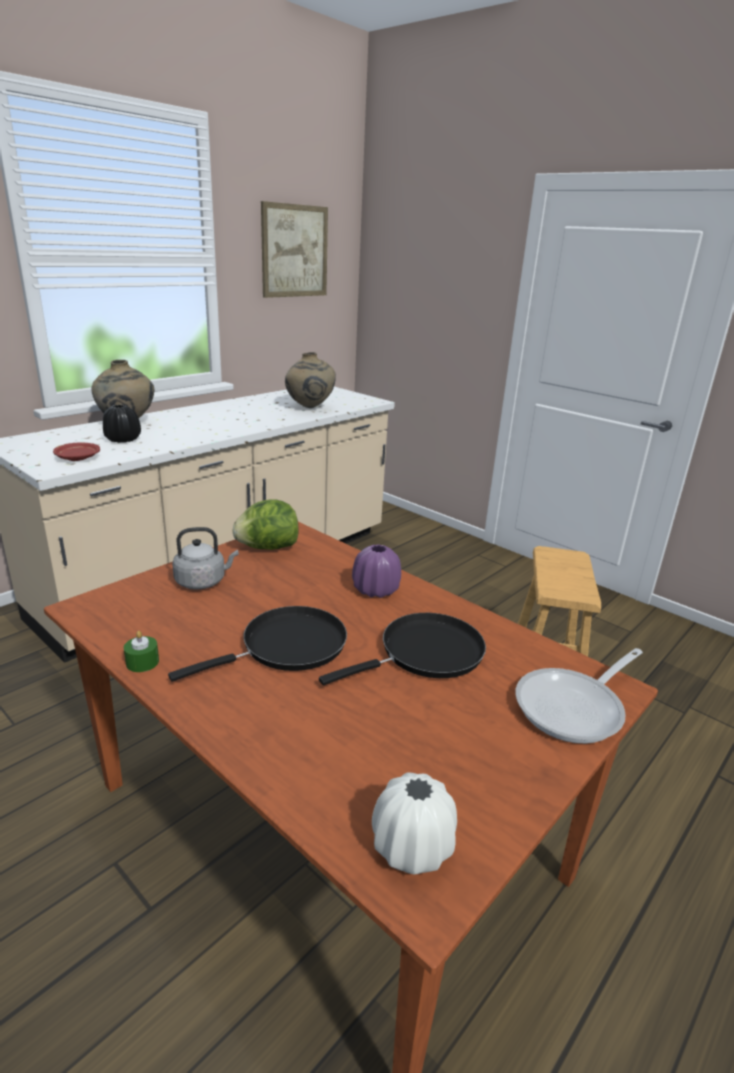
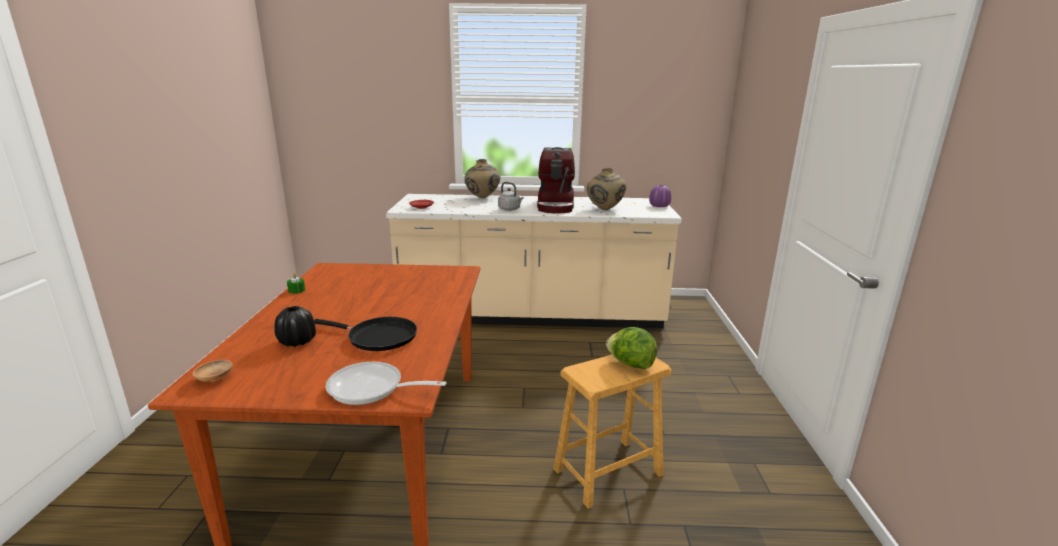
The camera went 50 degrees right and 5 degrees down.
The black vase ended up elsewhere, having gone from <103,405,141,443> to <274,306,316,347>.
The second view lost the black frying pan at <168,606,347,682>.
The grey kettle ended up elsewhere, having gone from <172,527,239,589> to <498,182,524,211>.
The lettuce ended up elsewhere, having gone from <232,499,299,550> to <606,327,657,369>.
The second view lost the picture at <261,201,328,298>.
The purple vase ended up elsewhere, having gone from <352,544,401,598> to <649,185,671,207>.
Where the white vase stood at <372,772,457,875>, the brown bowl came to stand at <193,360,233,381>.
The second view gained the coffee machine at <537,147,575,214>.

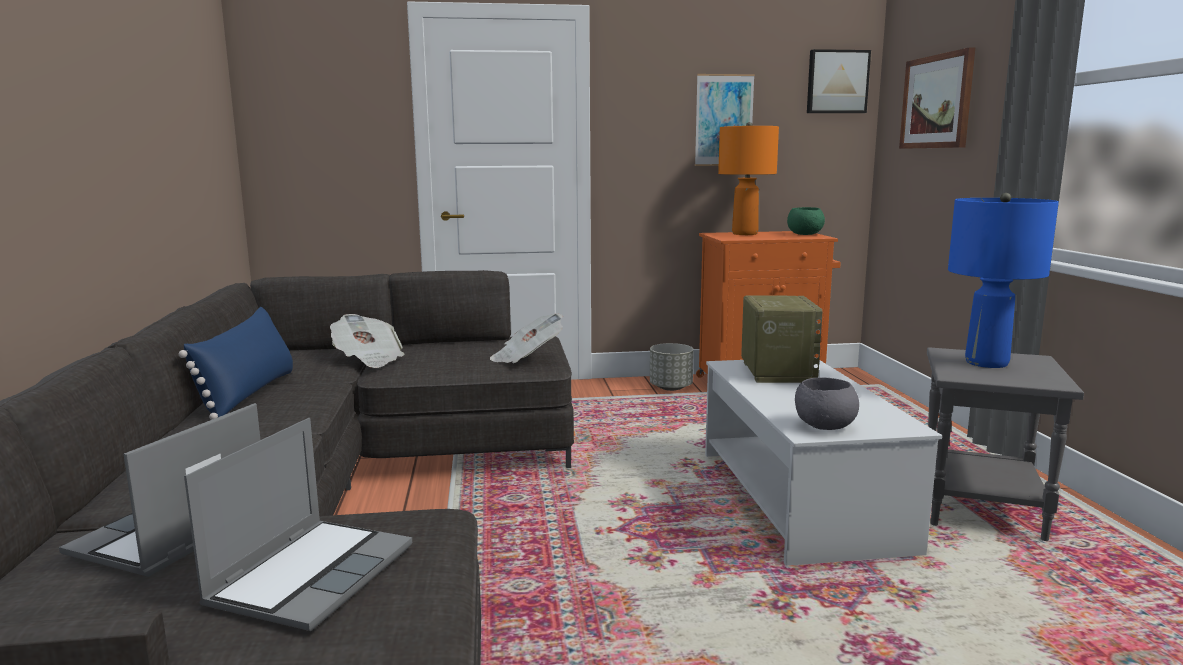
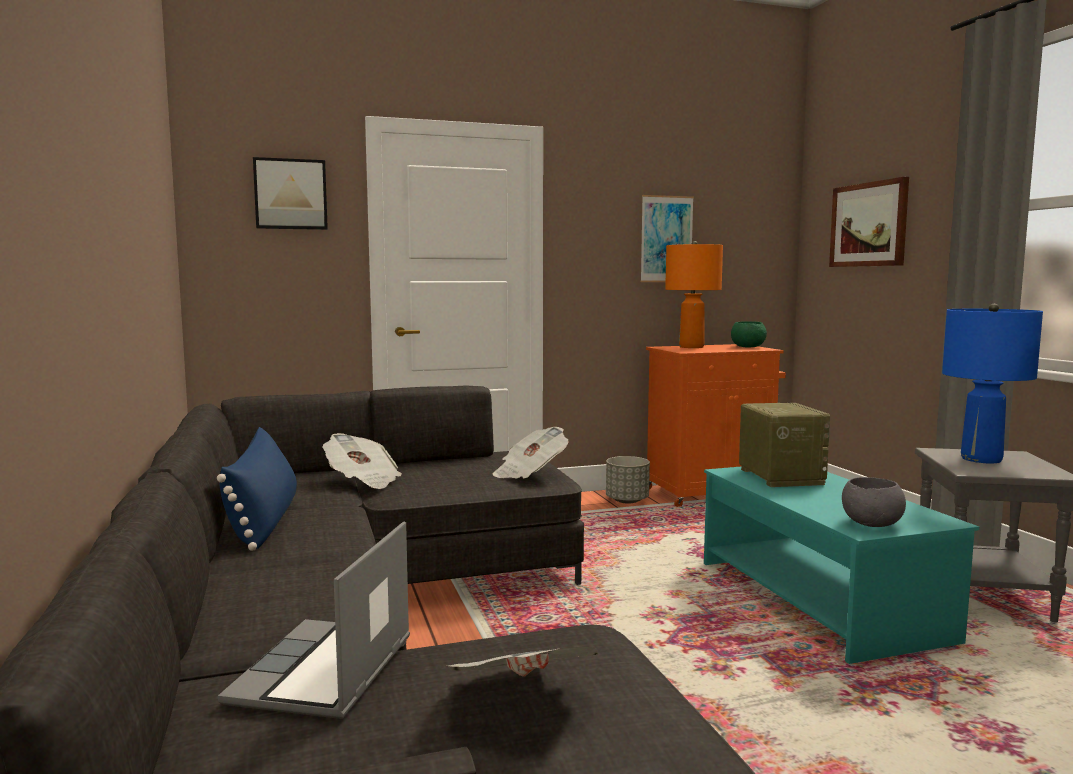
The camera went 10 degrees left and 5 degrees down.
Where the laptop stood at <184,418,412,631>, the newspaper came to stand at <448,647,599,677>.
What was the white coffee table at <705,357,942,566> turned into the turquoise coffee table at <704,467,979,664>.
The picture ended up elsewhere, having gone from <807,49,871,113> to <253,157,328,230>.

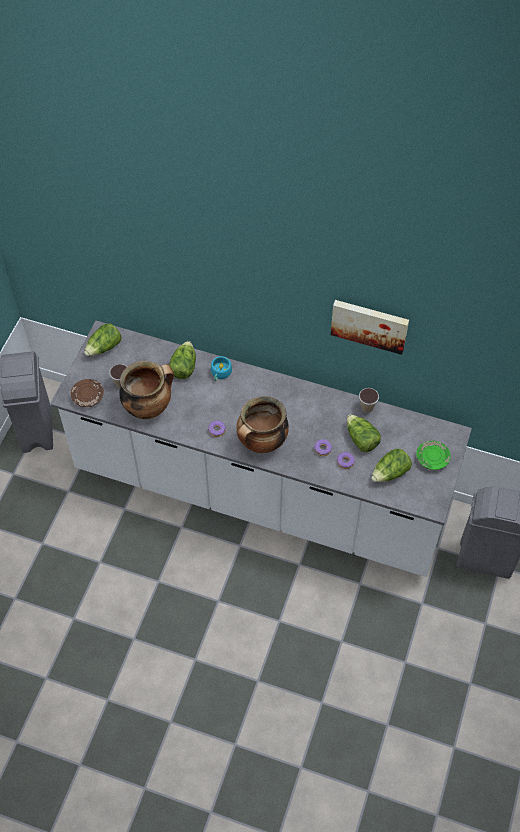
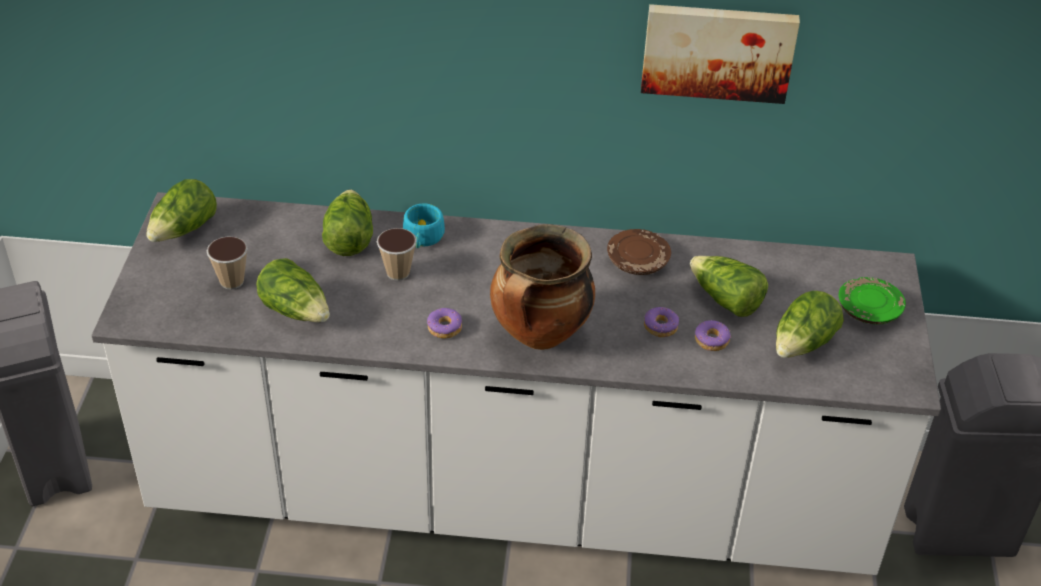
The camera went 15 degrees left and 15 degrees down.
The brown plate ended up elsewhere, having gone from <71,379,104,407> to <607,229,671,275>.
Where the cooking pot stood at <119,361,174,419>, the lettuce came to stand at <256,258,330,322>.
The cup ended up elsewhere, having gone from <359,388,379,413> to <377,228,417,281>.

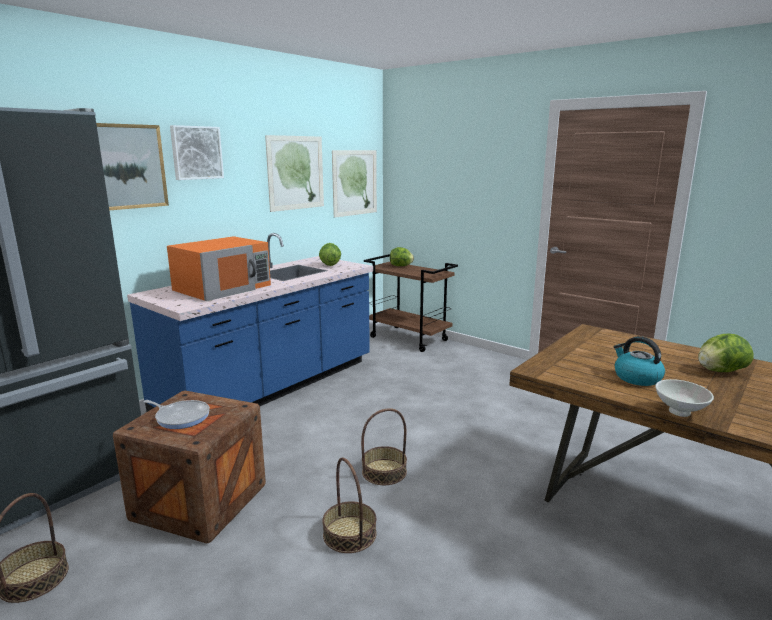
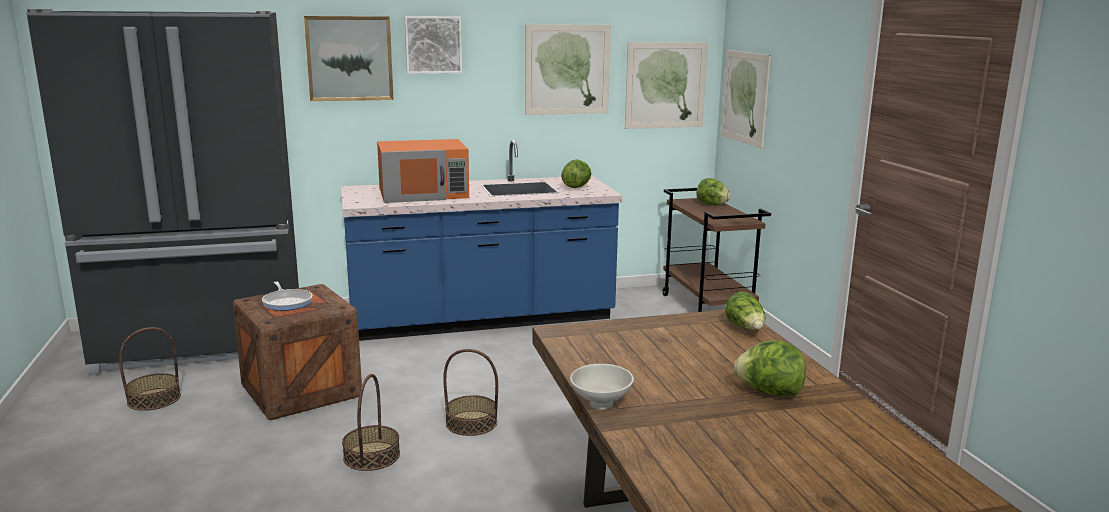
The camera went 35 degrees right and 0 degrees up.
The second view lost the kettle at <614,336,665,386>.
The second view gained the picture at <721,50,771,149>.
The second view gained the lettuce at <725,292,766,330>.

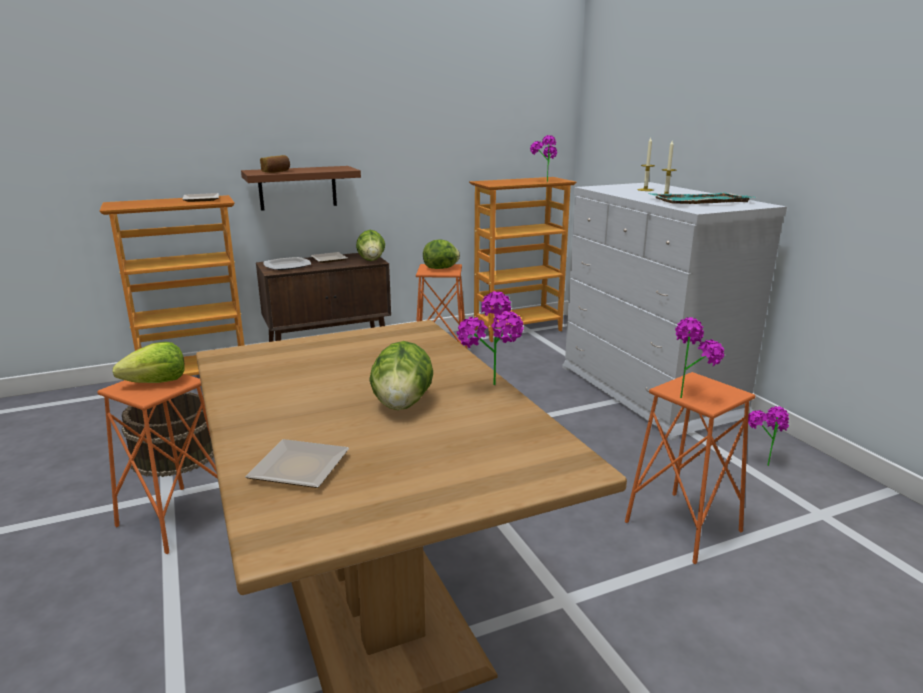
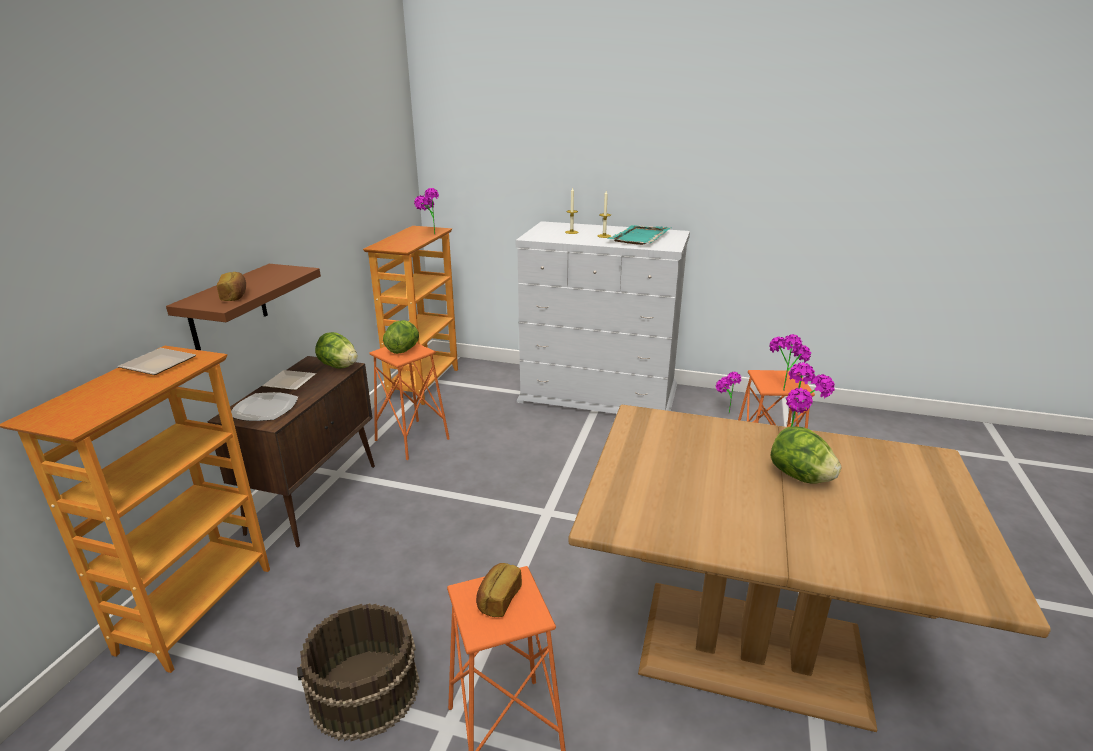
The camera went 50 degrees left and 5 degrees up.
Where the lettuce stood at <113,342,185,383>, the bread came to stand at <476,563,522,617>.
The second view lost the plate at <245,439,349,488>.

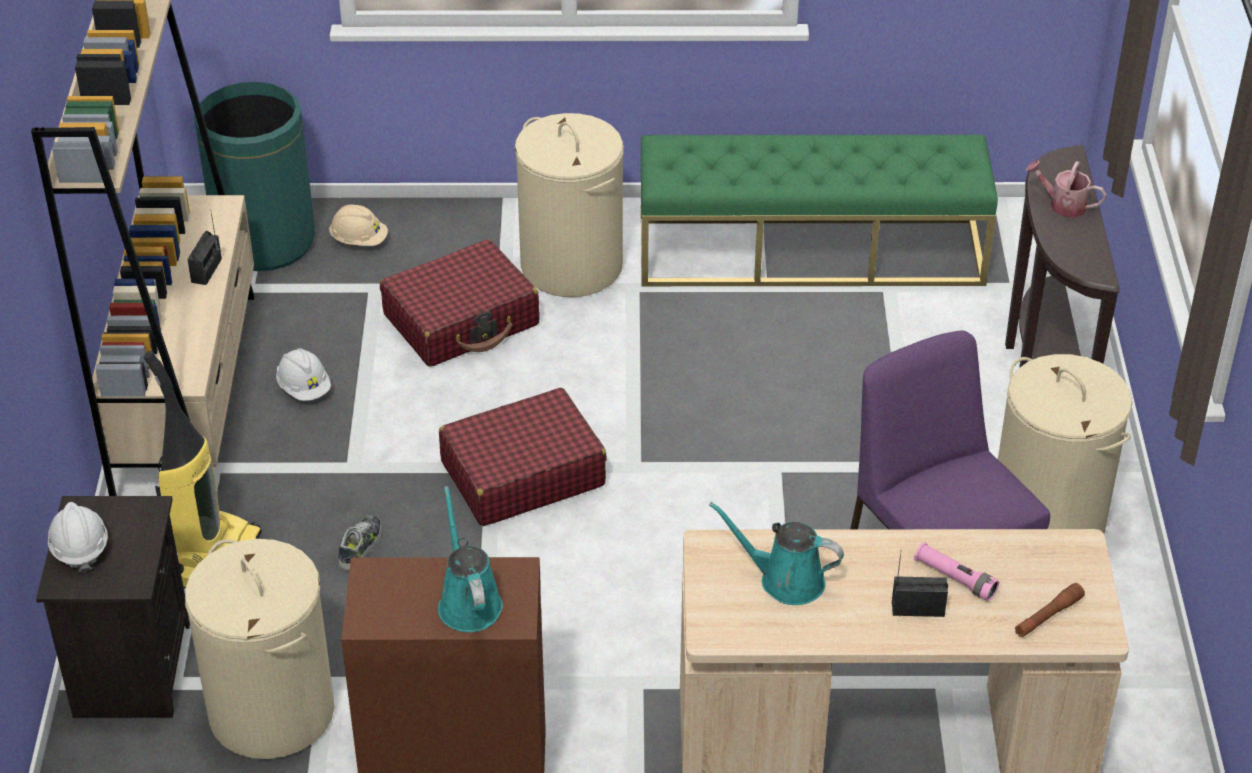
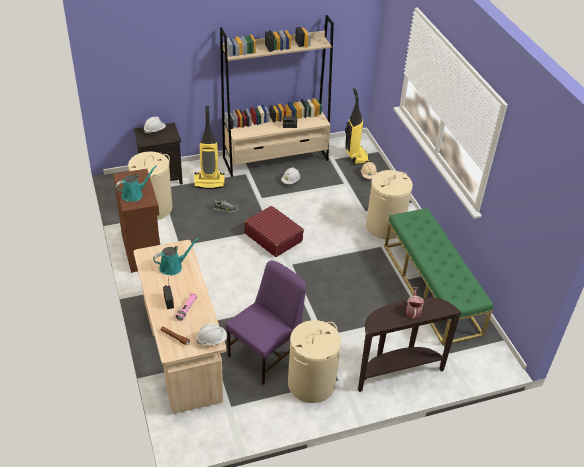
The camera went 70 degrees right and 0 degrees up.
Where the green trash can stood at <194,82,315,271>, the vacuum cleaner came to stand at <345,88,369,164>.
The second view lost the red suitcase at <380,239,540,367>.
The turquoise watering can at <709,502,844,605> ended up facing another way, 60 degrees clockwise from before.
The second view gained the white hard hat at <197,323,227,345>.

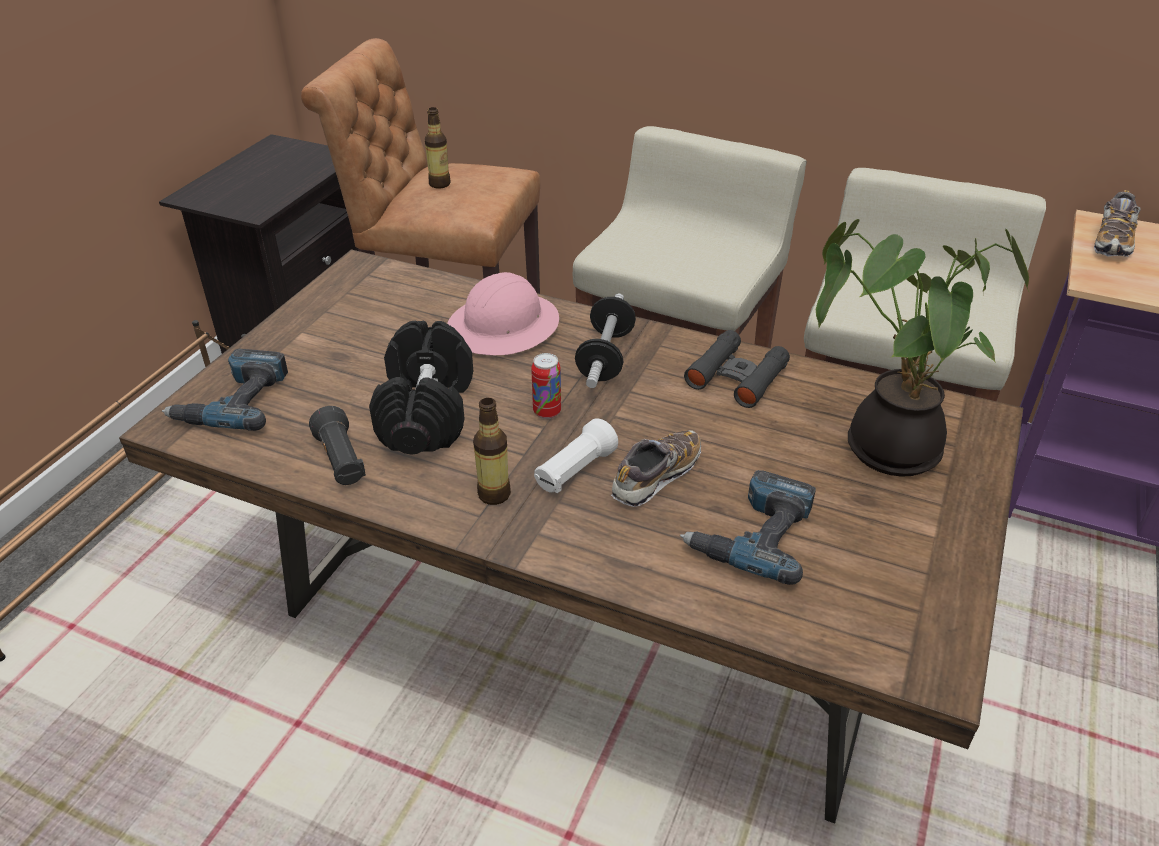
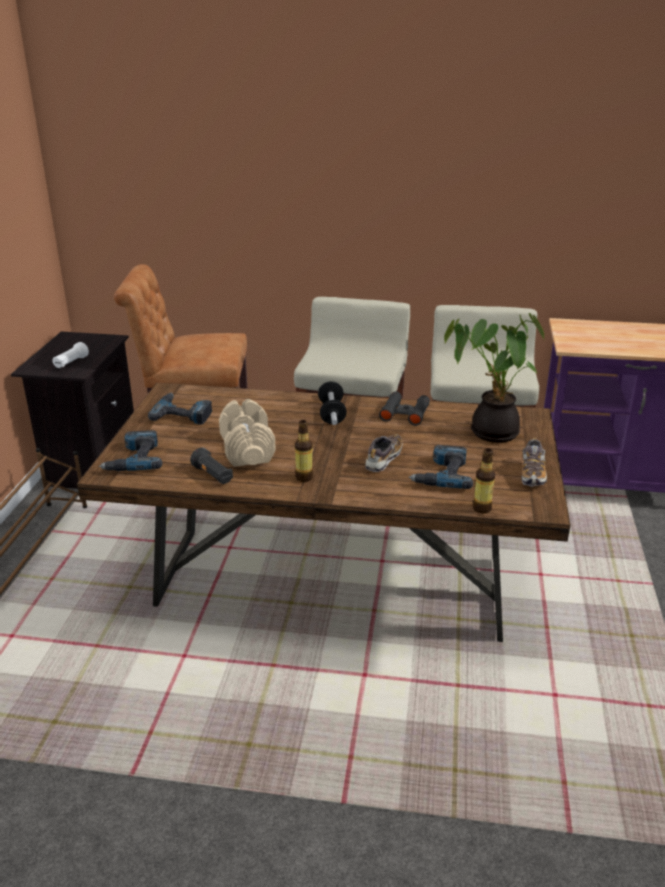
The camera went 15 degrees left and 10 degrees down.
What was the black dumbbell at <369,321,473,455> turned into the beige dumbbell at <219,399,276,467>.
The bottle ended up elsewhere, having gone from <425,107,451,189> to <473,448,495,514>.
The second view lost the pink hard hat at <447,272,559,355>.
The second view lost the can at <531,353,561,419>.
The white flashlight ended up elsewhere, having gone from <534,418,618,493> to <53,342,89,368>.
The shoe ended up elsewhere, having gone from <1094,190,1141,257> to <522,438,547,487>.
The second view gained the power drill at <148,393,212,425>.

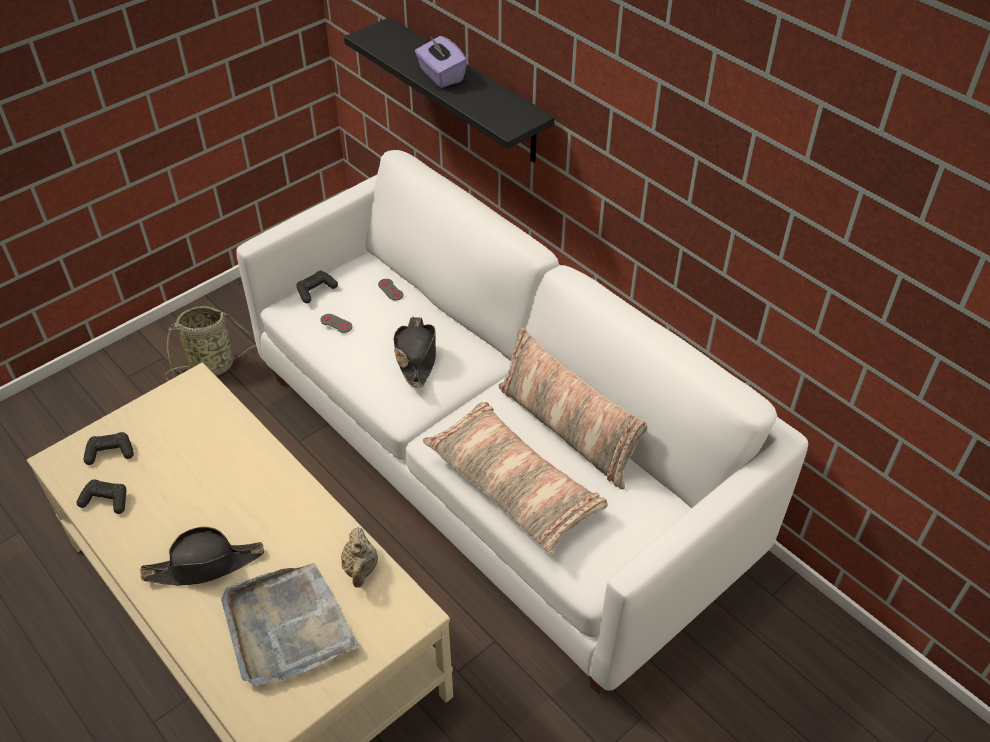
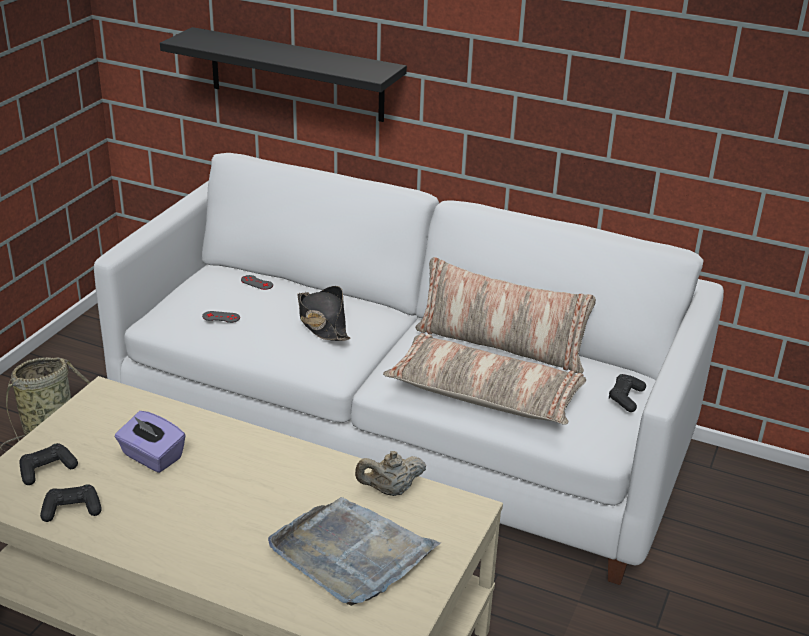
The camera went 25 degrees left and 15 degrees down.
The second view lost the black hat at <140,527,264,586>.
The black game controller ended up elsewhere, having gone from <296,271,338,303> to <609,374,646,412>.
The beige teapot at <341,527,378,588> ended up facing another way, 105 degrees clockwise from before.
The purple tissue box ended up elsewhere, having gone from <415,36,467,88> to <115,411,186,473>.

